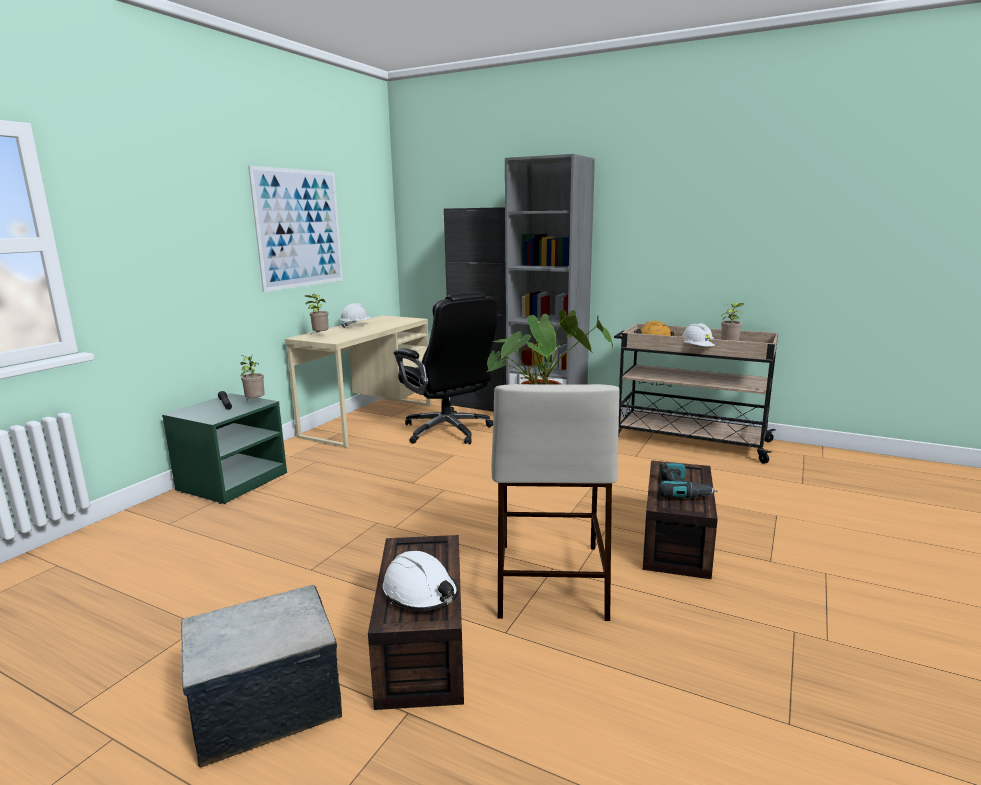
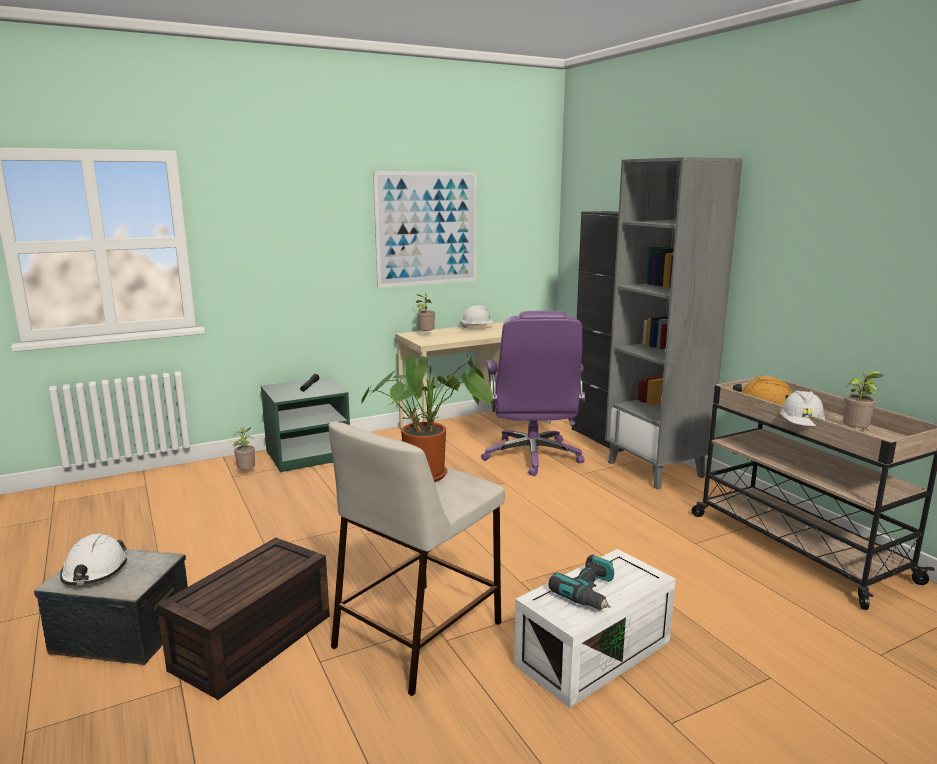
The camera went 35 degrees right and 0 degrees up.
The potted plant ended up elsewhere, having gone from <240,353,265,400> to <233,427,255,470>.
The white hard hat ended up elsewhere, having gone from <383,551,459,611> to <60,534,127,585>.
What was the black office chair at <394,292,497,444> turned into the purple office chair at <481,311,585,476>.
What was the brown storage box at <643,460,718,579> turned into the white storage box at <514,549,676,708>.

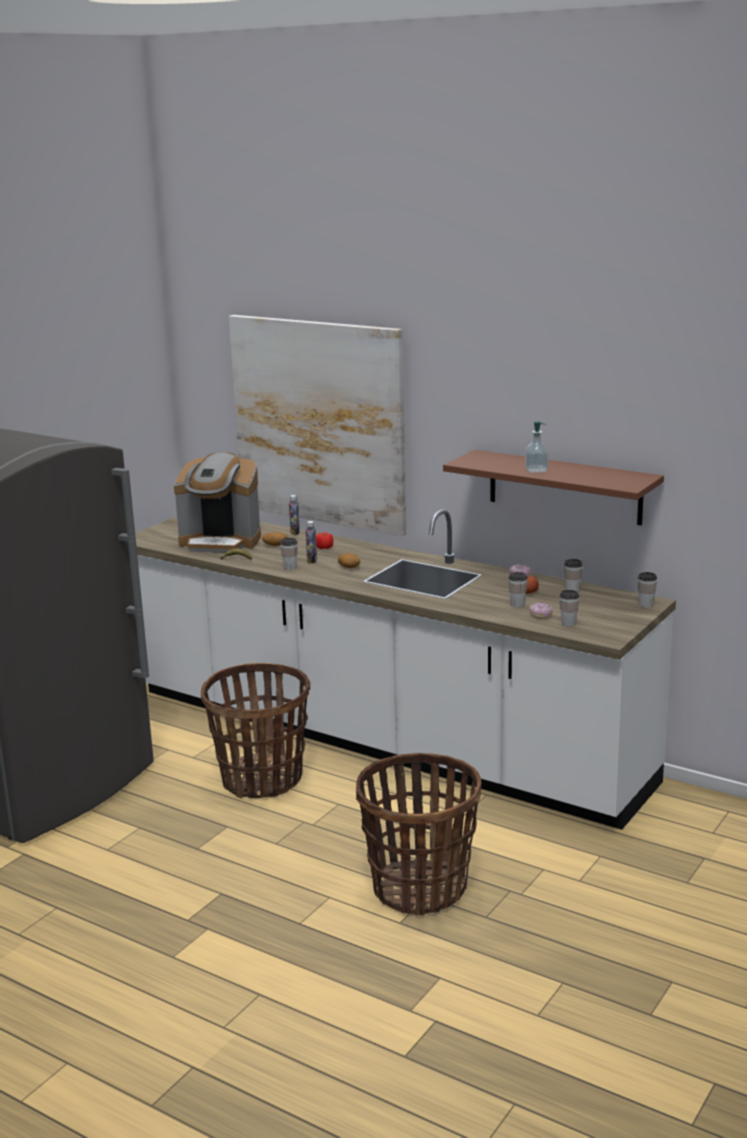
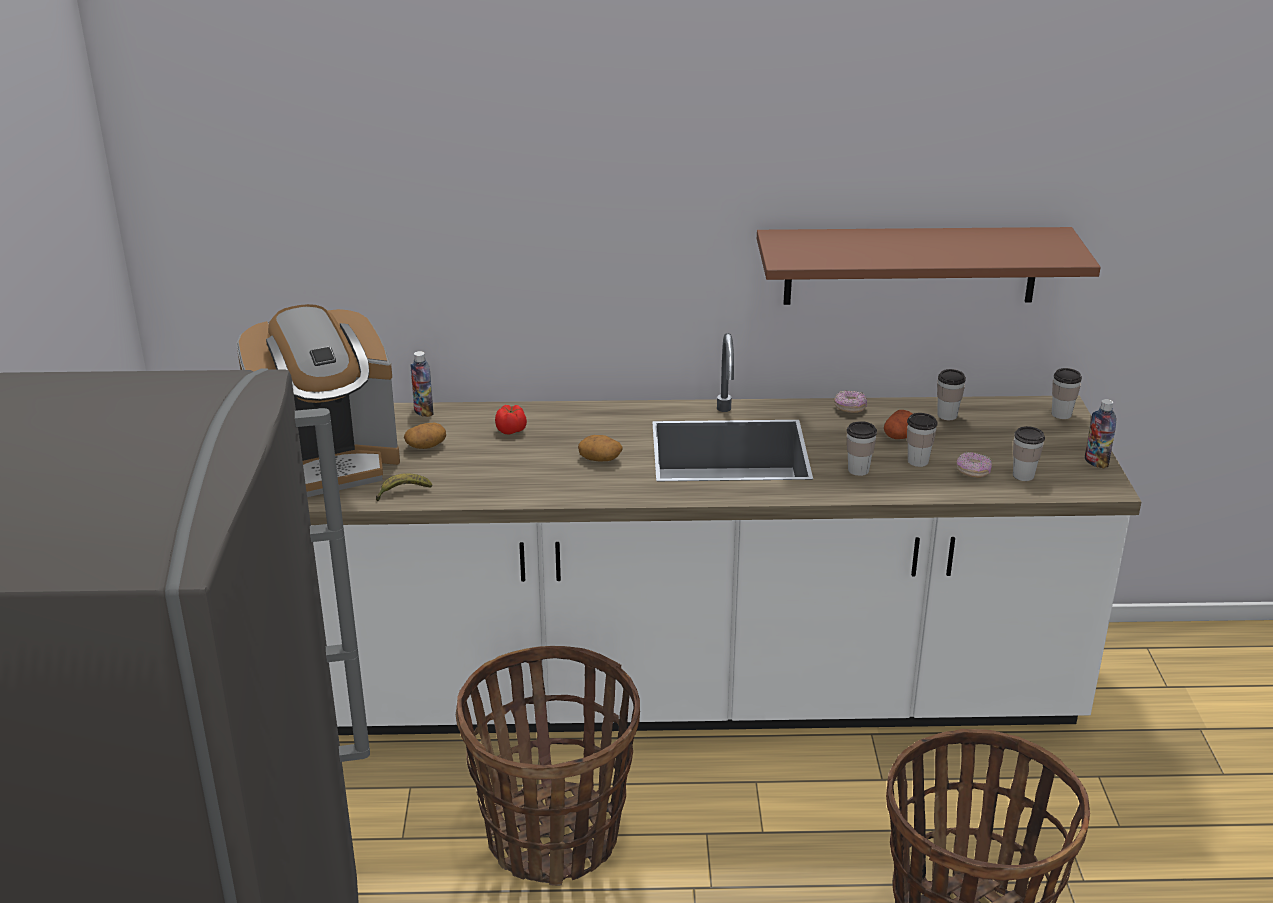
The camera went 35 degrees left and 10 degrees up.
The second view lost the picture at <229,315,406,536>.
The cup ended up elsewhere, having gone from <280,538,298,570> to <847,421,877,476>.
The bottle ended up elsewhere, having gone from <306,521,317,563> to <1085,399,1116,469>.
The second view lost the soap dispenser at <525,421,548,473>.

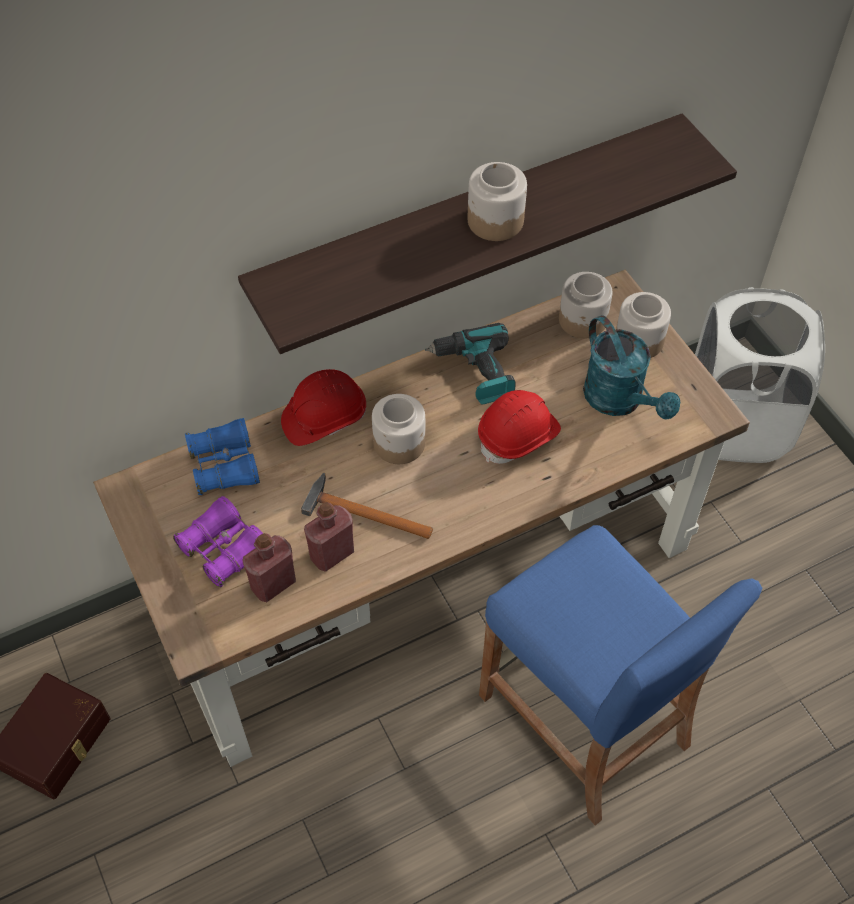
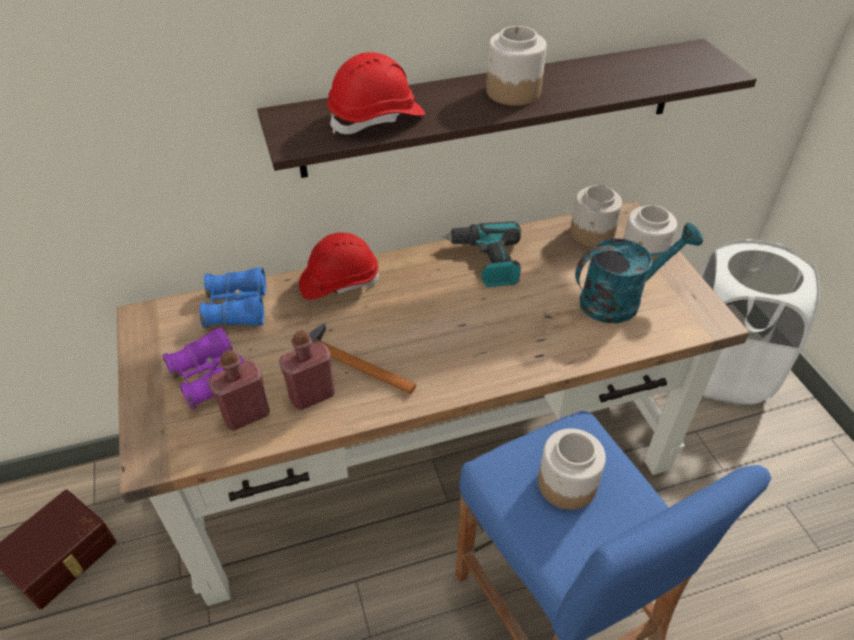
The camera went 10 degrees right and 10 degrees down.
The jar ended up elsewhere, having gone from <372,394,425,464> to <538,428,606,510>.
The red hard hat ended up elsewhere, having gone from <478,390,561,464> to <327,52,425,134>.
The turquoise watering can at <583,315,680,420> ended up facing another way, 90 degrees counterclockwise from before.

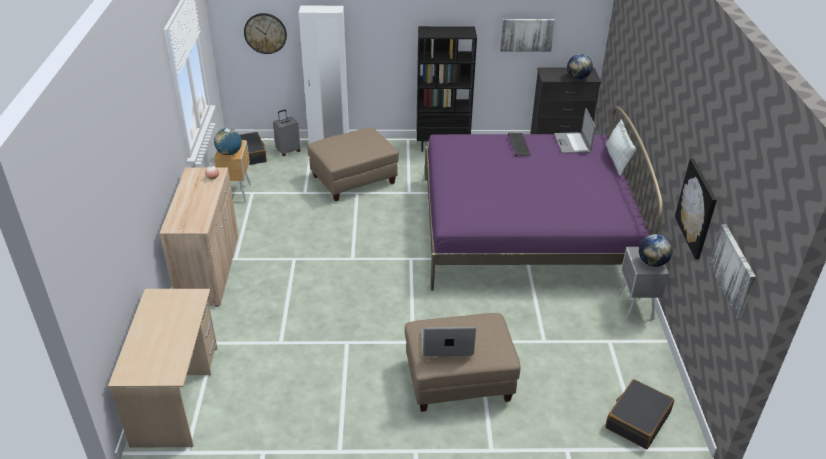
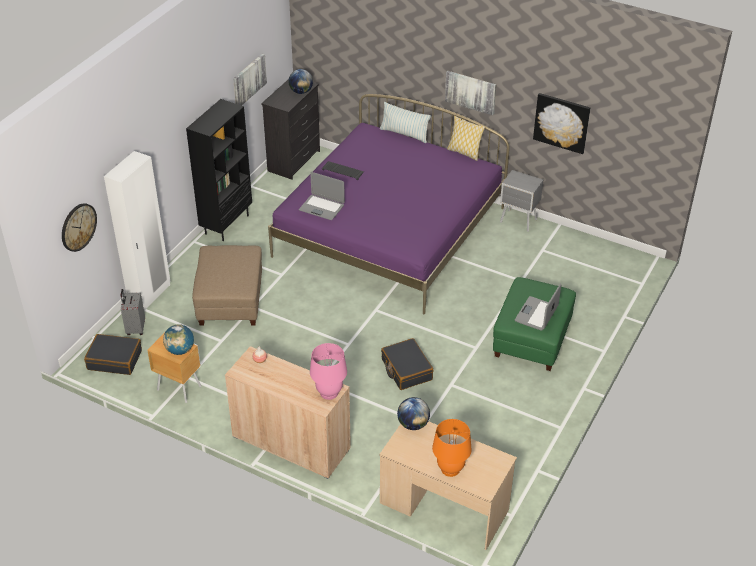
The camera went 60 degrees left and 5 degrees up.
What was the beige ottoman at <405,313,521,412> turned into the green ottoman at <493,277,576,371>.
The laptop ended up elsewhere, having gone from <554,108,596,154> to <299,172,345,220>.
The black suitcase ended up elsewhere, having gone from <605,379,674,449> to <381,338,434,390>.
The globe ended up elsewhere, having gone from <639,234,673,267> to <397,397,430,430>.
The picture ended up elsewhere, having gone from <709,224,756,318> to <445,71,497,115>.
The second view gained the pink table lamp at <310,343,347,400>.
The second view gained the orange table lamp at <432,419,472,477>.
The second view gained the pillow at <447,116,485,161>.

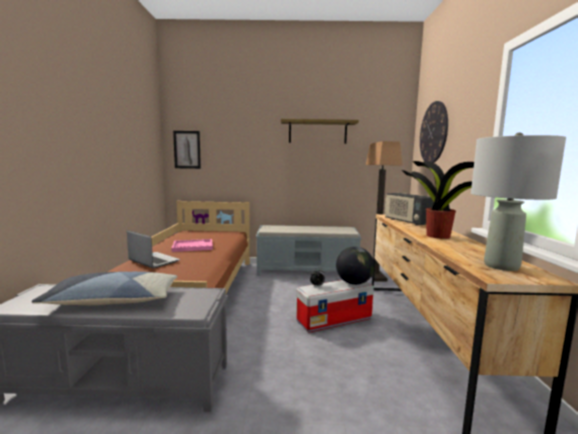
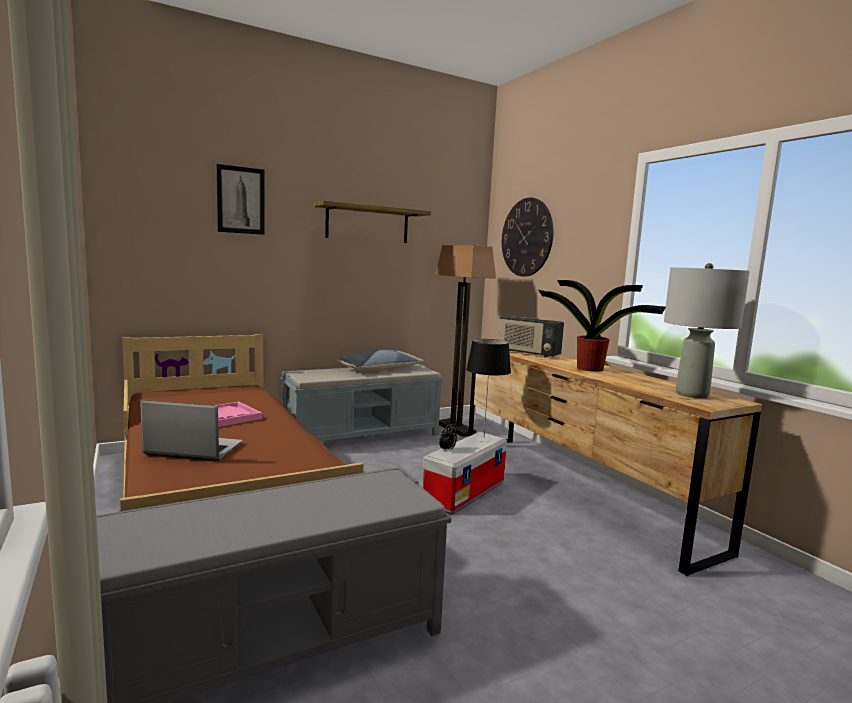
The camera went 30 degrees left and 0 degrees up.
The pillow ended up elsewhere, having gone from <31,272,178,305> to <338,350,424,371>.
The picture ended up elsewhere, having gone from <173,131,201,169> to <217,164,265,235>.
Where the globe stood at <336,247,375,285>, the table lamp came to stand at <466,339,511,442>.

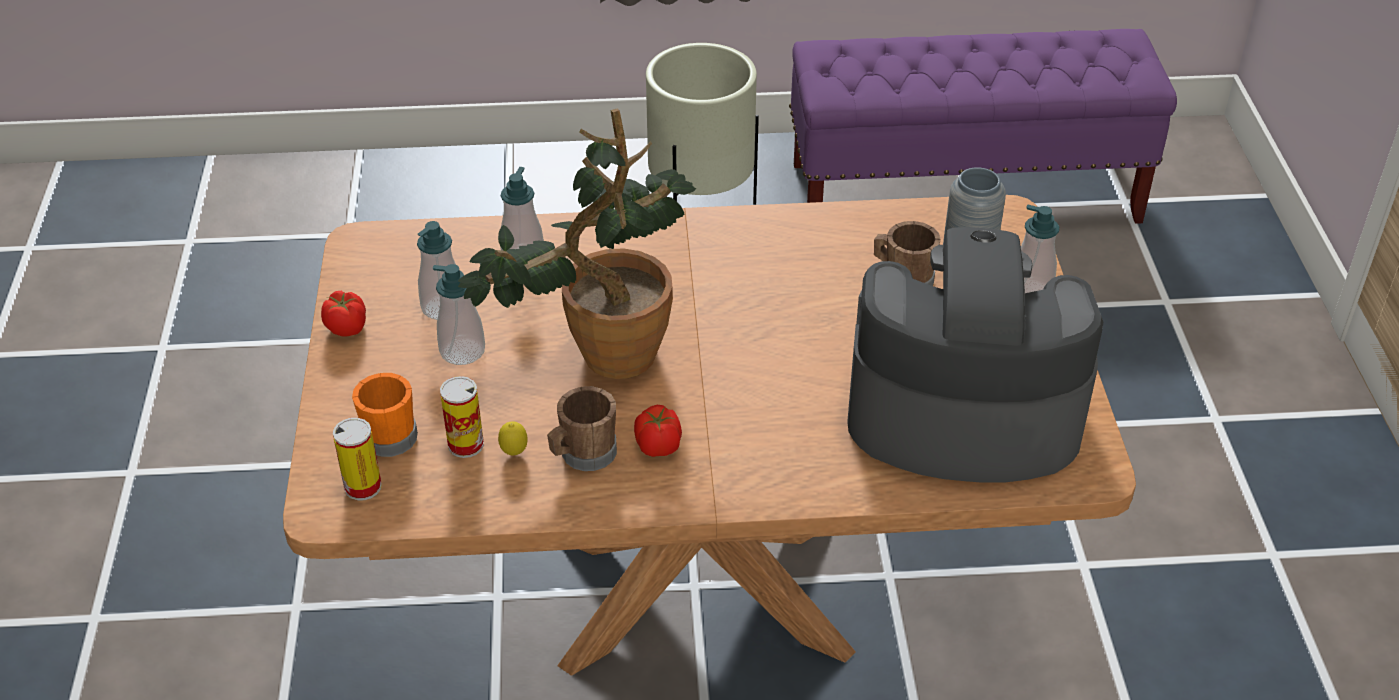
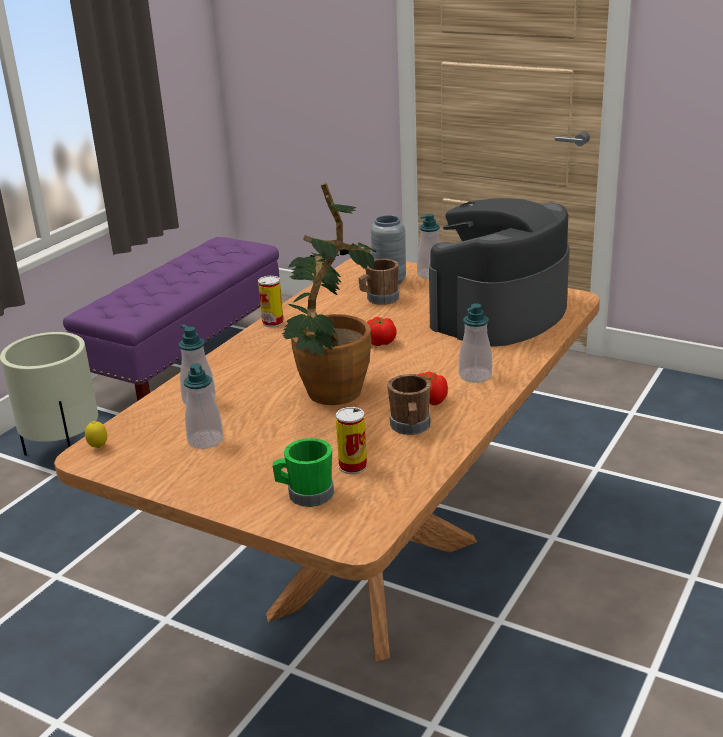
The camera went 55 degrees left and 15 degrees down.
The tomato ended up elsewhere, having gone from <321,291,366,336> to <367,317,397,346>.
The can ended up elsewhere, having gone from <333,418,382,501> to <258,276,284,327>.
What was the orange mug at <352,373,418,457> turned into the green mug at <273,438,334,507>.
The soap dispenser ended up elsewhere, having gone from <433,264,485,365> to <459,303,492,383>.
The lemon ended up elsewhere, having gone from <498,421,528,455> to <85,421,107,448>.

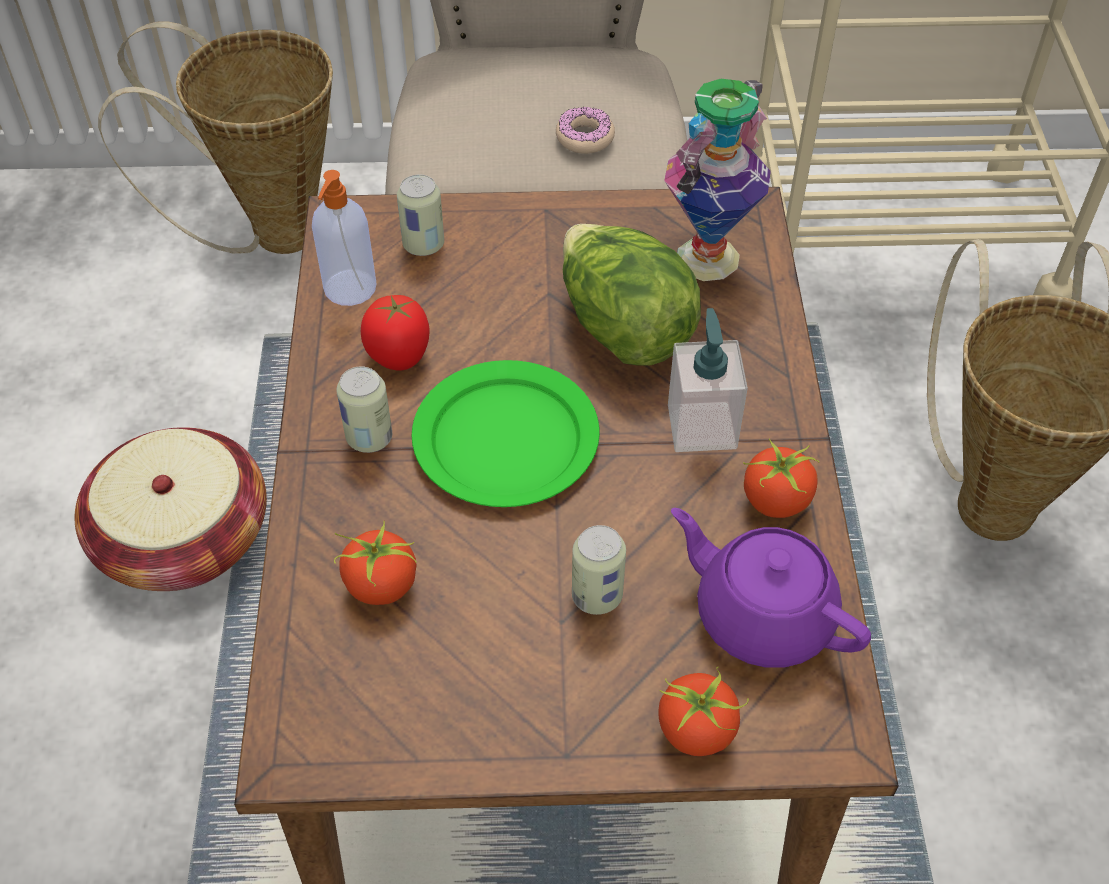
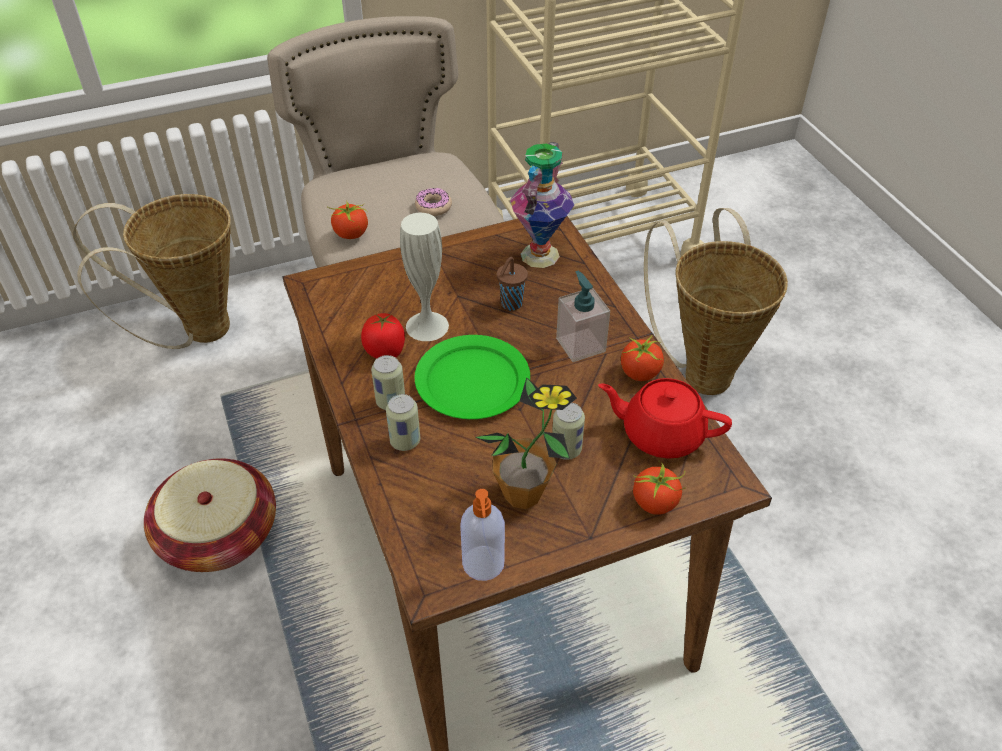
The camera went 20 degrees left and 5 degrees down.
The soap dispenser ended up elsewhere, having gone from <312,170,377,306> to <460,489,505,581>.
The tomato ended up elsewhere, having gone from <334,521,417,605> to <327,200,368,239>.
The can ended up elsewhere, having gone from <397,175,444,256> to <386,394,420,451>.
Where the lettuce stood at <563,224,701,365>, the brown cup came to stand at <497,257,528,311>.
What was the purple teapot at <671,508,871,668> turned into the red teapot at <598,378,732,459>.
The second view gained the white vase at <400,213,449,341>.
The second view gained the potted plant at <475,377,577,509>.

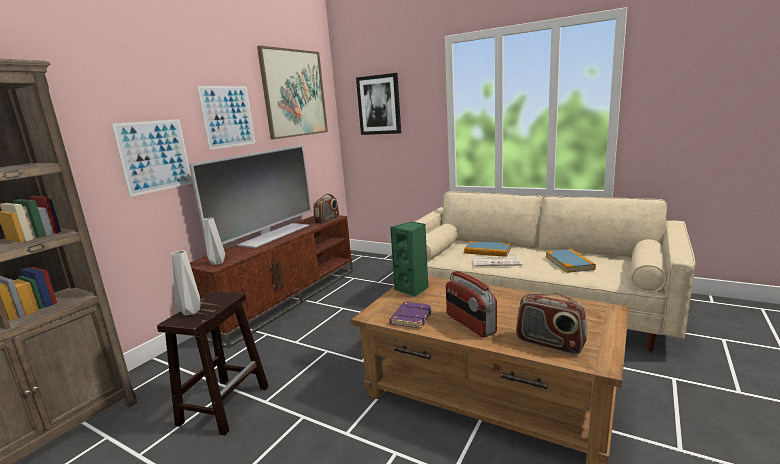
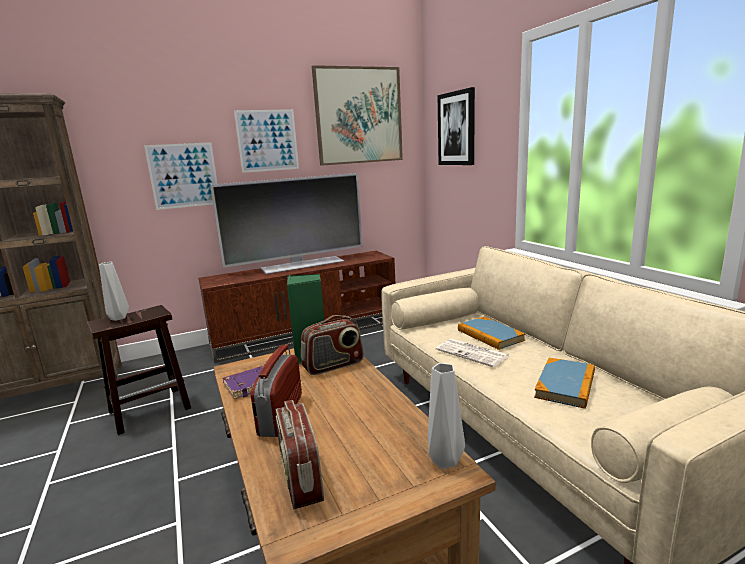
The camera went 35 degrees right and 0 degrees up.
The grey vase ended up elsewhere, having gone from <203,217,225,265> to <428,363,465,469>.
The radio ended up elsewhere, having gone from <313,194,339,223> to <301,315,364,375>.

